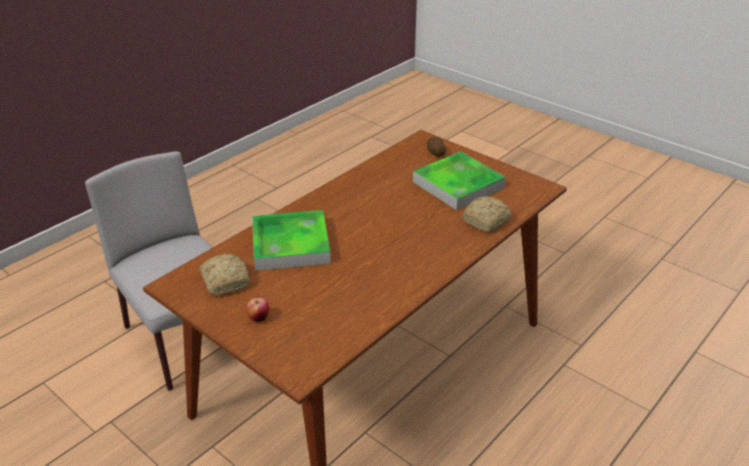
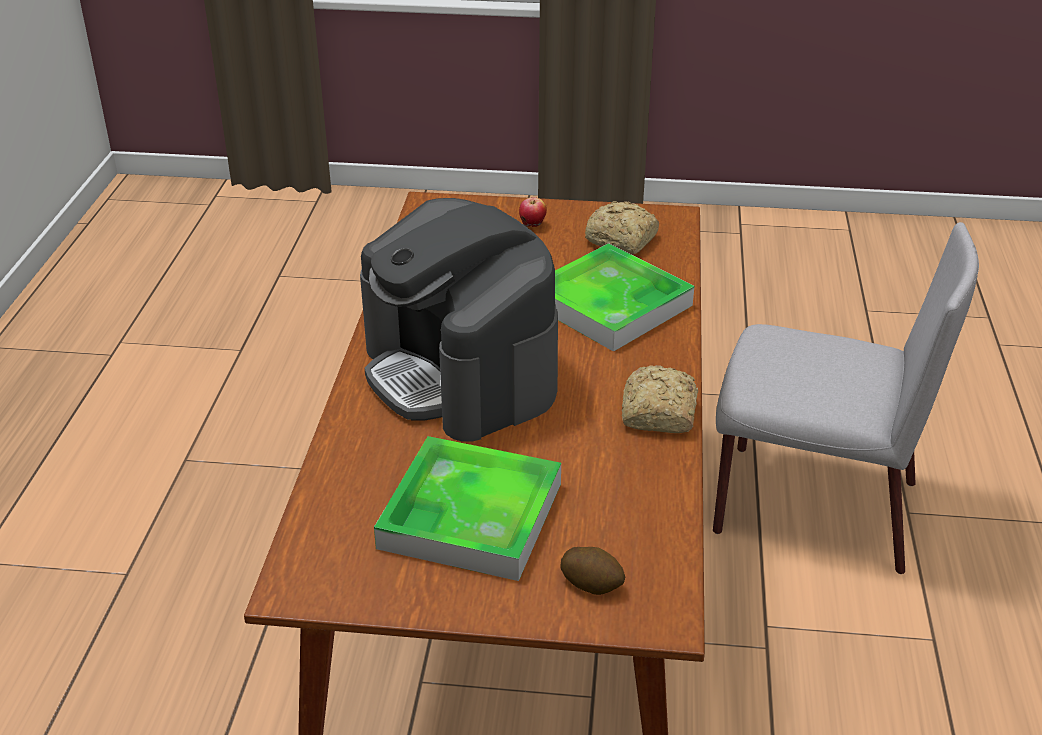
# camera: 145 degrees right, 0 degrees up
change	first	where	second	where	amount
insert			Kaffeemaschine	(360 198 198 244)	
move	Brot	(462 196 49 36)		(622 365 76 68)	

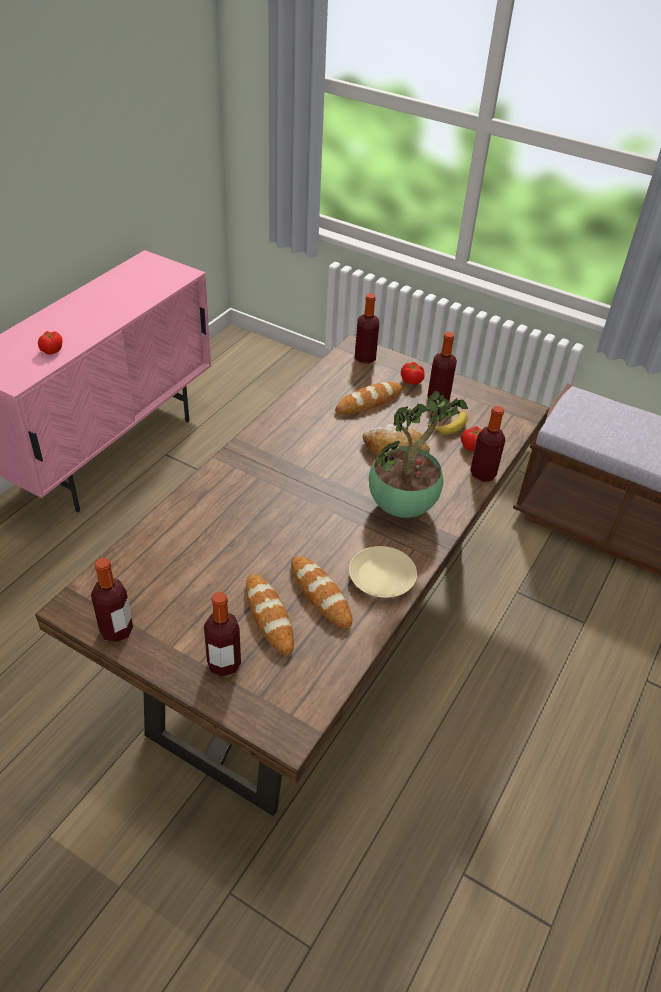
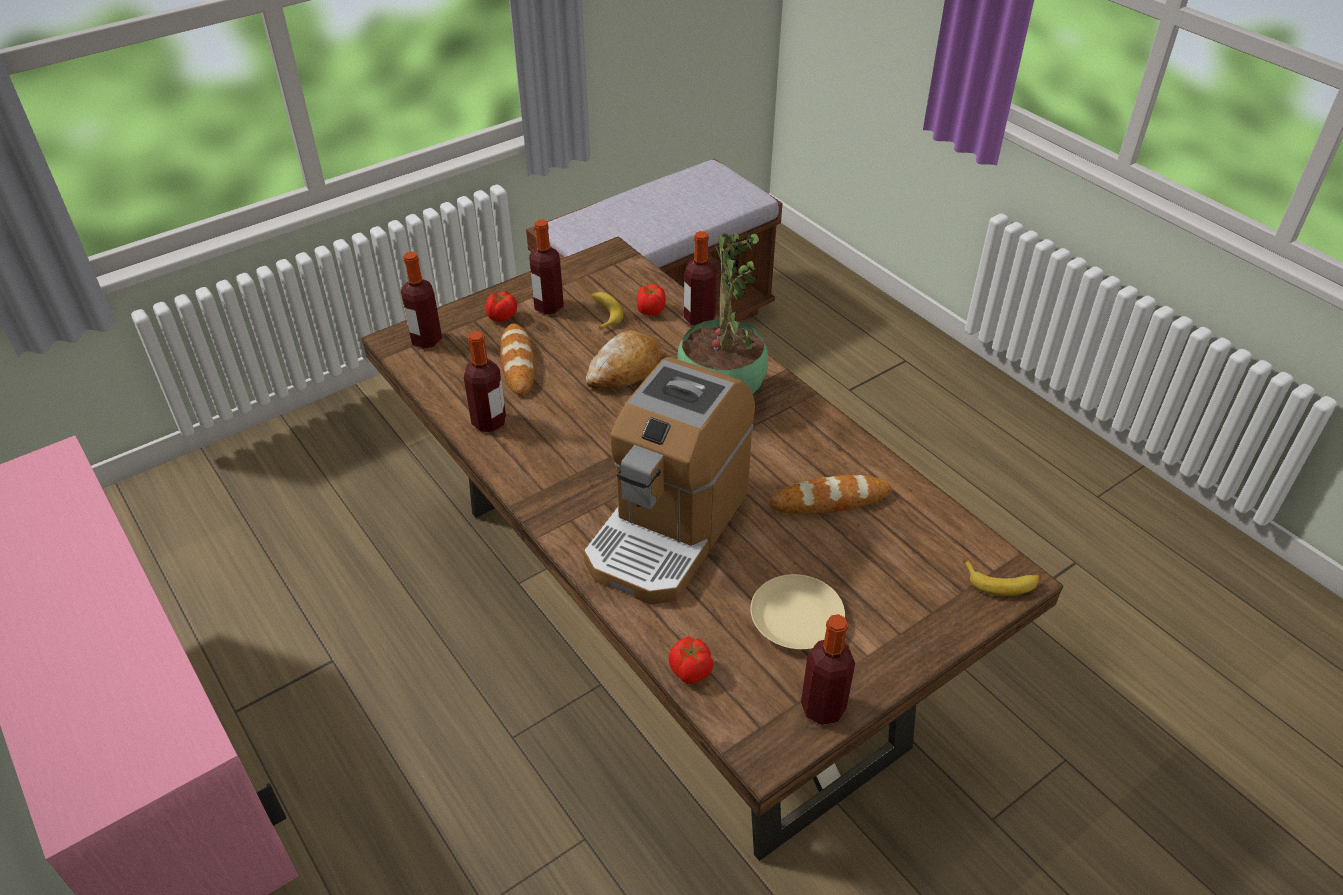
# camera: 65 degrees left, 0 degrees up
change	first	where	second	where	amount
move	Flasche	(204 592 37 85)		(464 331 42 101)	
insert			Kaffeemaschine	(584 357 171 247)	
move	Tomate	(38 331 24 24)		(669 637 45 47)	
move	Teller/beige	(349 546 68 52)		(751 574 94 75)	
insert			Banane	(963 560 78 36)	
delete	Brot	(246 574 48 81)			

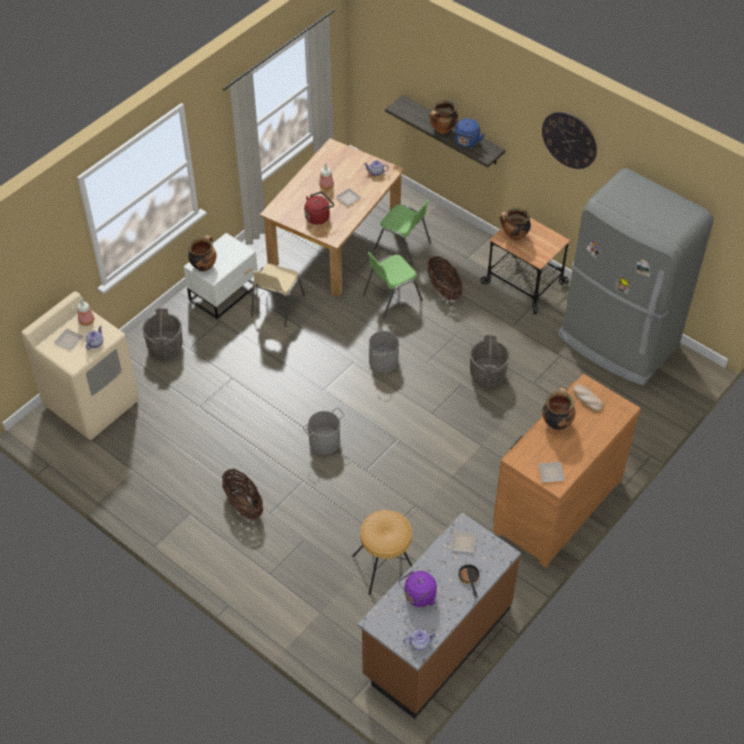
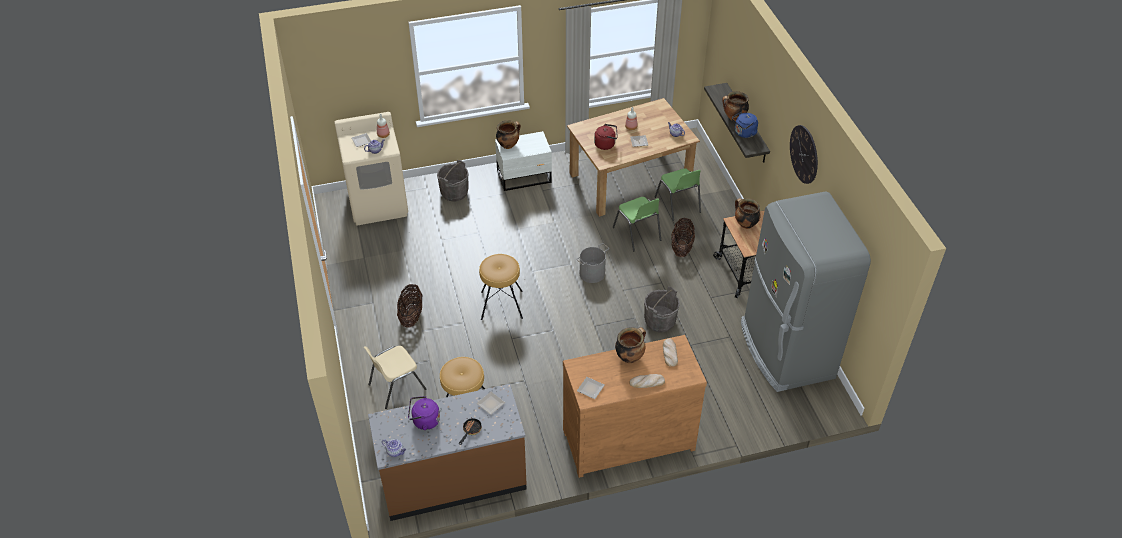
# camera: 35 degrees right, 5 degrees down
change	first	where	second	where	amount
move	Stuhl/beige	(251 264 54 63)		(364 346 62 63)	
replace	Eimer/grau	(302 408 43 47)	Hocker/braun	(479 254 44 66)	
rotate	Stuhl/grün	(363 252 60 66)		(613 197 48 54)	120 degrees counterclockwise
insert			Brot	(629 374 36 14)	

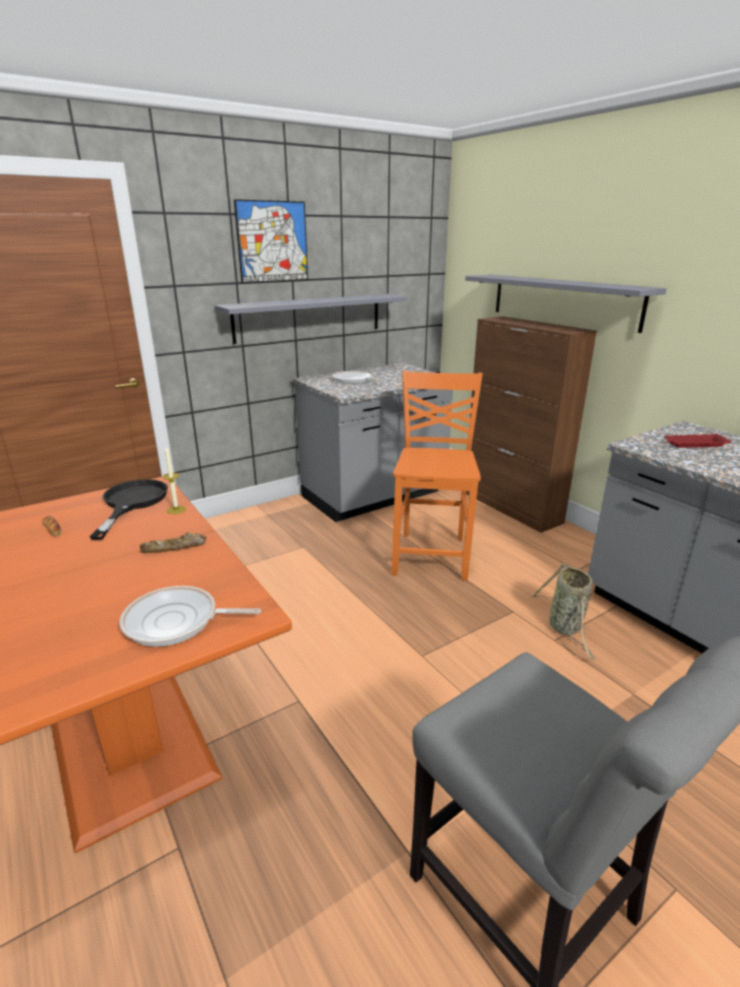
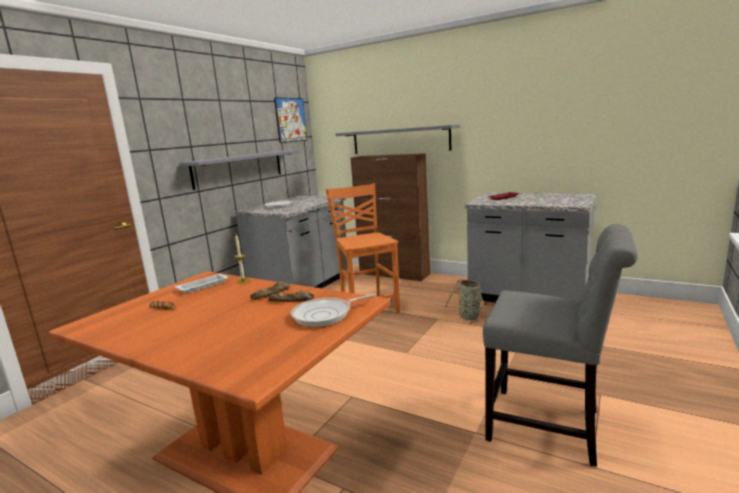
# camera: 25 degrees left, 10 degrees down
change	first	where	second	where	amount
replace	Pfanne/schwarz	(90 479 78 61)	Tablett/weiß	(175 274 53 19)	
insert			Brot	(268 290 46 12)	
move	Bild	(234 199 74 84)		(274 97 33 46)	

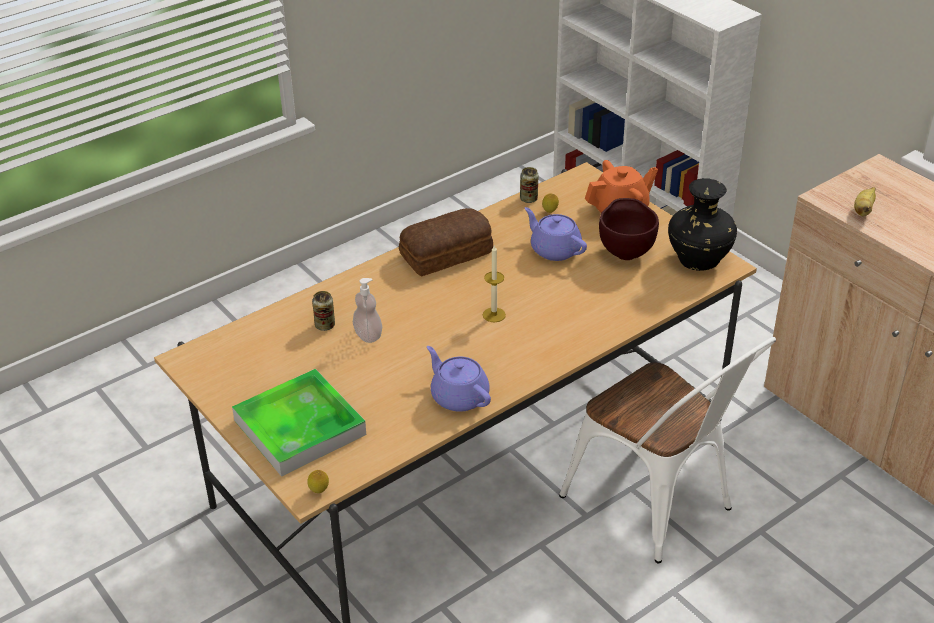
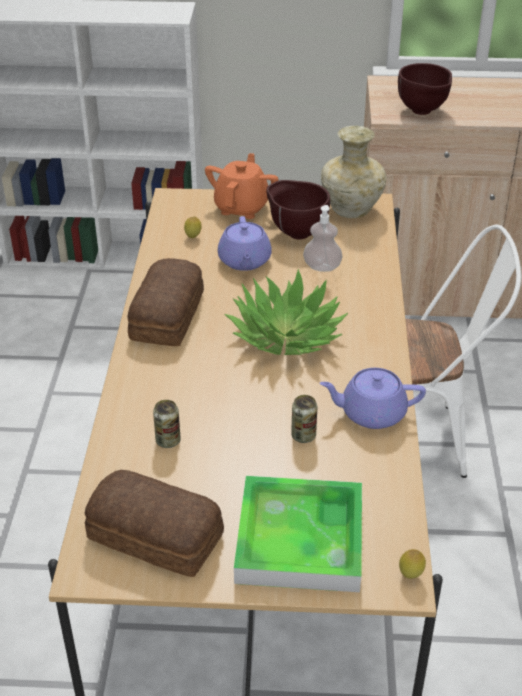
# camera: 50 degrees left, 0 degrees up
change	first	where	second	where	amount
insert			Brot	(85 470 139 107)	
rotate	Teekanne/lila	(524 207 63 54)		(218 216 54 55)	90 degrees counterclockwise
replace	Kerze	(483 244 23 78)	Topfpflanze	(225 269 123 86)	
move	Dose	(520 167 19 36)		(291 395 26 48)	
move	Seifenspender	(353 278 29 65)		(303 205 39 67)	
recolor	Vase/schwarz	(668 178 69 93)	Vase/beige	(321 126 66 92)	
replace	Banane	(854 187 22 29)	Schüssel/braun	(398 63 54 52)	

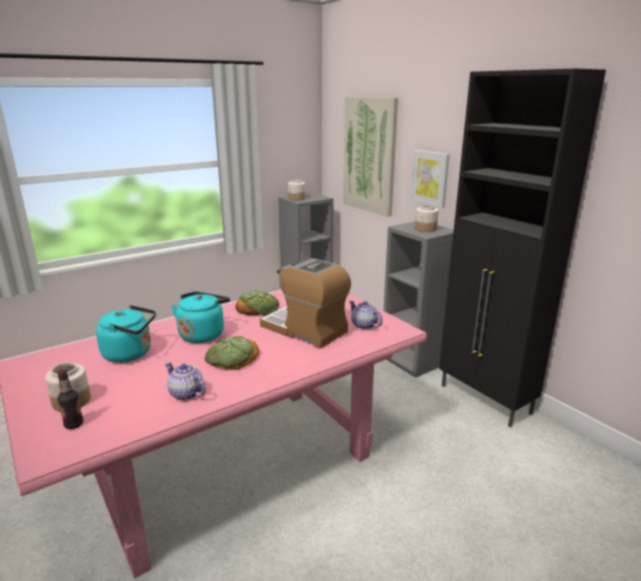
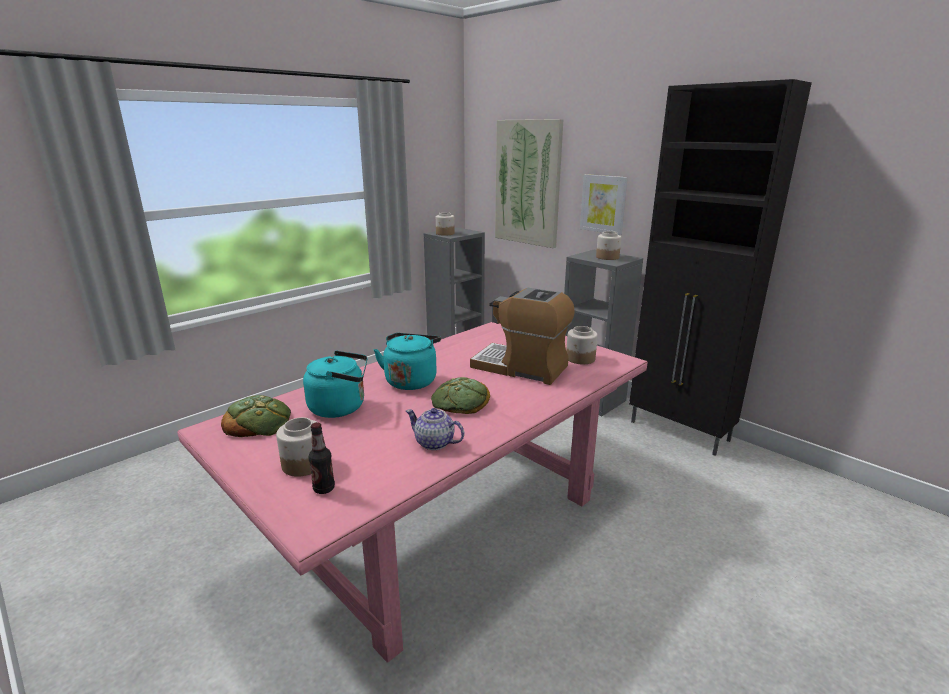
# camera: 10 degrees left, 0 degrees up
change	first	where	second	where	amount
move	Brot	(235 290 44 26)		(221 395 70 42)	
replace	Teekanne	(349 301 34 29)	Vorratsglas	(566 326 32 38)	

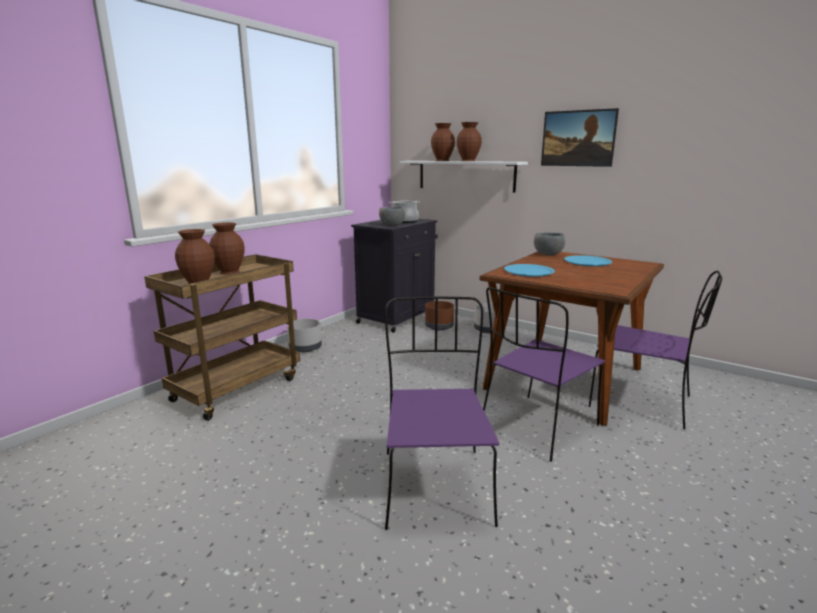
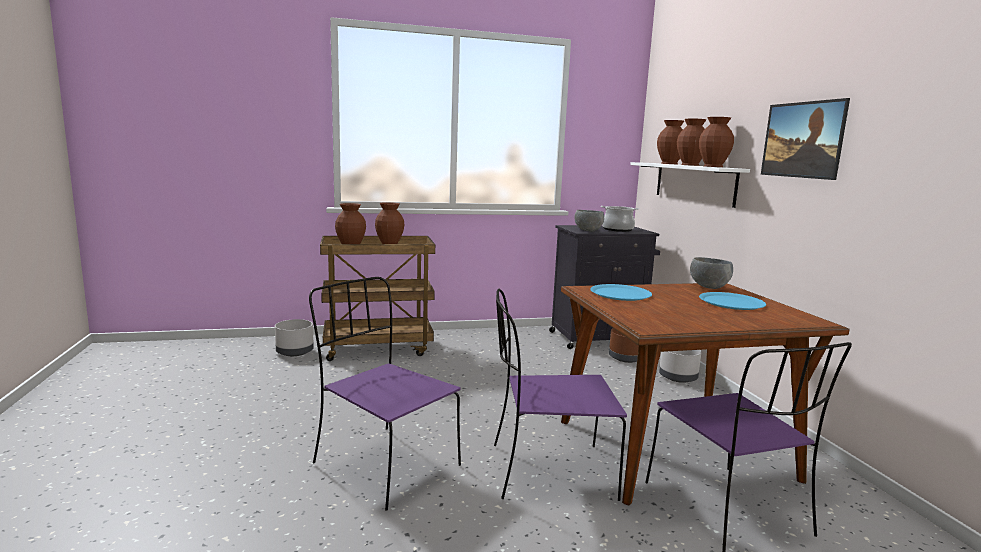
# camera: 40 degrees right, 5 degrees down
change	first	where	second	where	amount
move	Pflanzkübel/grau	(287 319 35 33)		(275 319 39 37)	
rotate	Stuhl/lila	(385 297 114 233)		(309 277 152 234)	90 degrees counterclockwise
insert			Vase/braun	(699 117 35 50)	

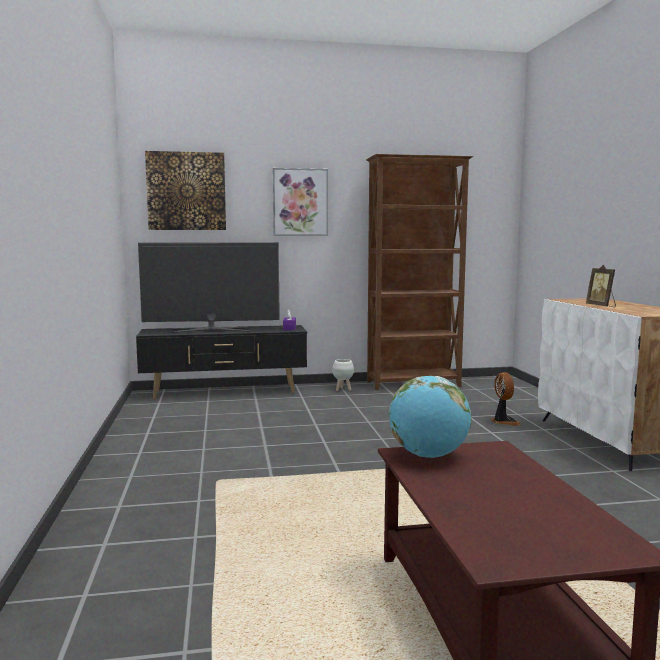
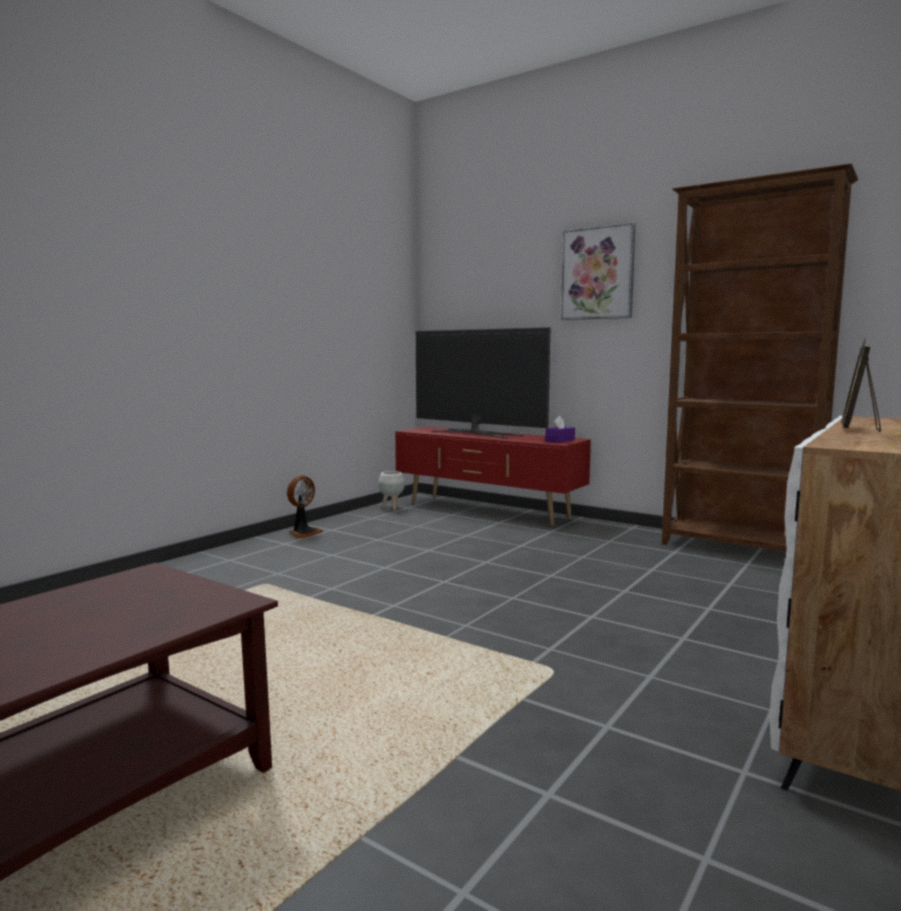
# camera: 45 degrees right, 0 degrees up
change	first	where	second	where	amount
move	Ventilator	(491 372 30 54)		(287 475 36 64)	
move	Pflanzkübel/weiß	(332 359 22 32)		(378 471 27 39)	
recolor	Fernsehschrank/schwarz	(136 325 171 74)	Fernsehschrank/rot	(395 427 196 99)	
delete	Bild	(145 151 81 79)			
delete	Globus	(389 376 82 82)			

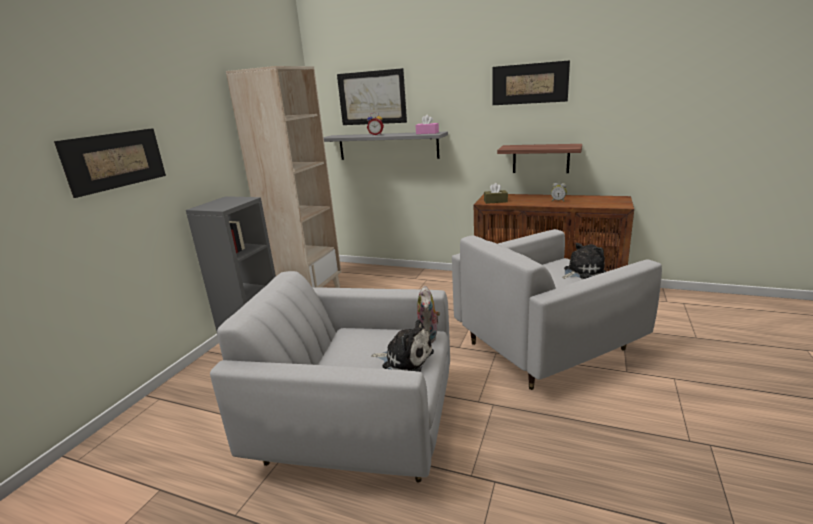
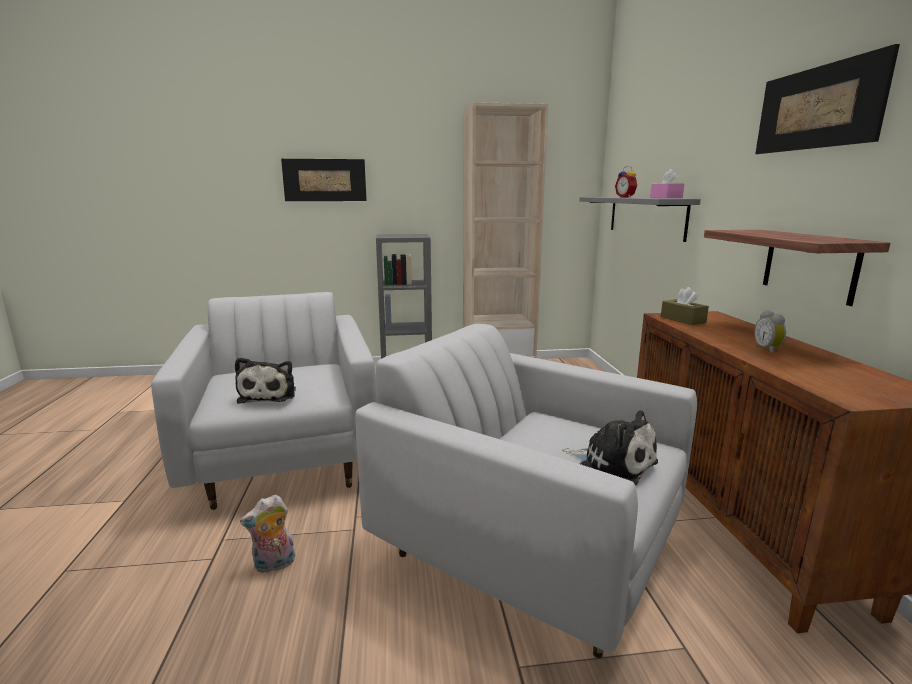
# camera: 60 degrees right, 5 degrees down
change	first	where	second	where	amount
move	Plüschtier	(417 286 23 57)		(240 495 56 78)	
delete	Bild	(337 68 70 57)			

